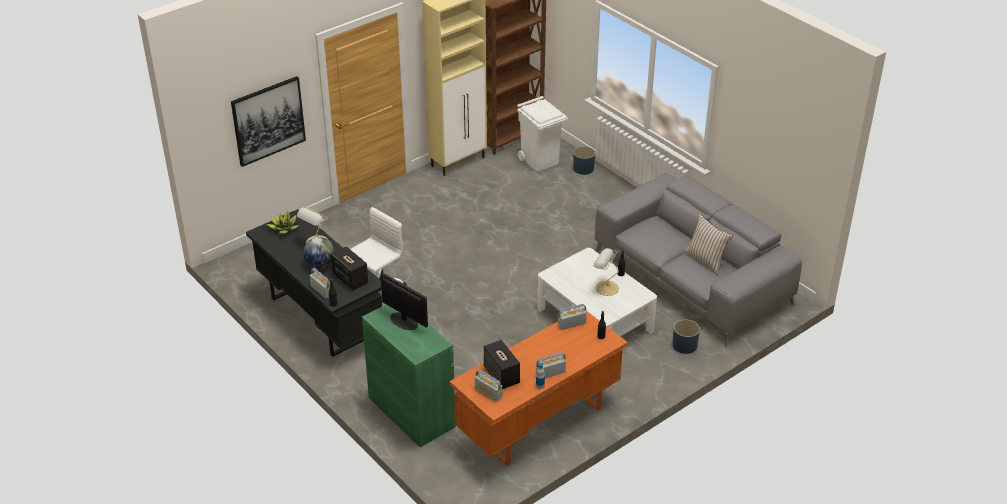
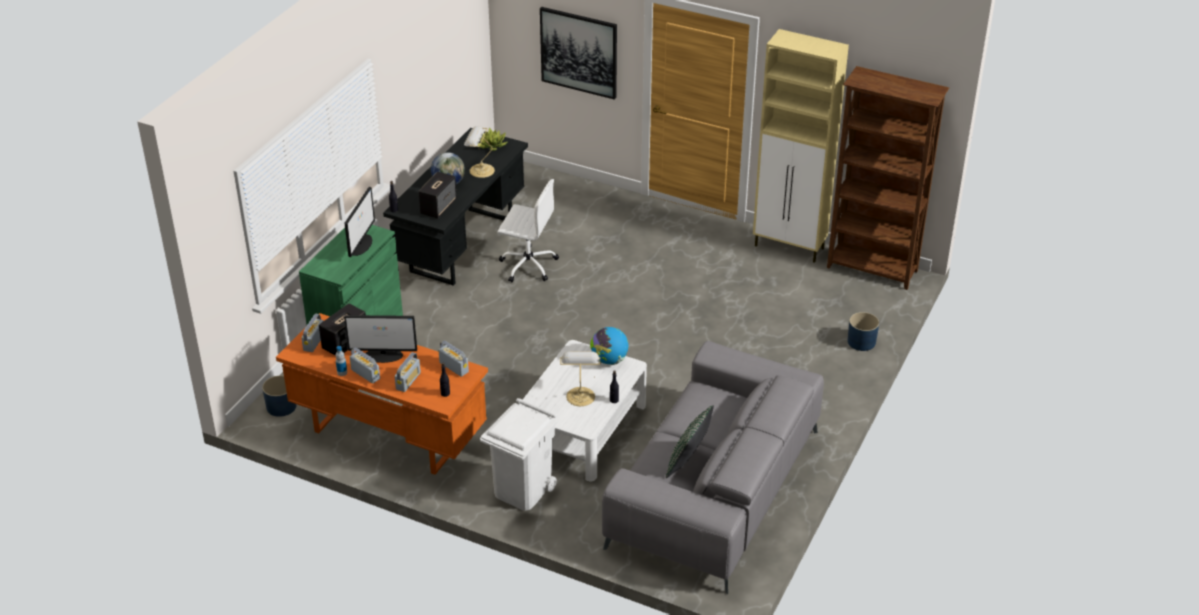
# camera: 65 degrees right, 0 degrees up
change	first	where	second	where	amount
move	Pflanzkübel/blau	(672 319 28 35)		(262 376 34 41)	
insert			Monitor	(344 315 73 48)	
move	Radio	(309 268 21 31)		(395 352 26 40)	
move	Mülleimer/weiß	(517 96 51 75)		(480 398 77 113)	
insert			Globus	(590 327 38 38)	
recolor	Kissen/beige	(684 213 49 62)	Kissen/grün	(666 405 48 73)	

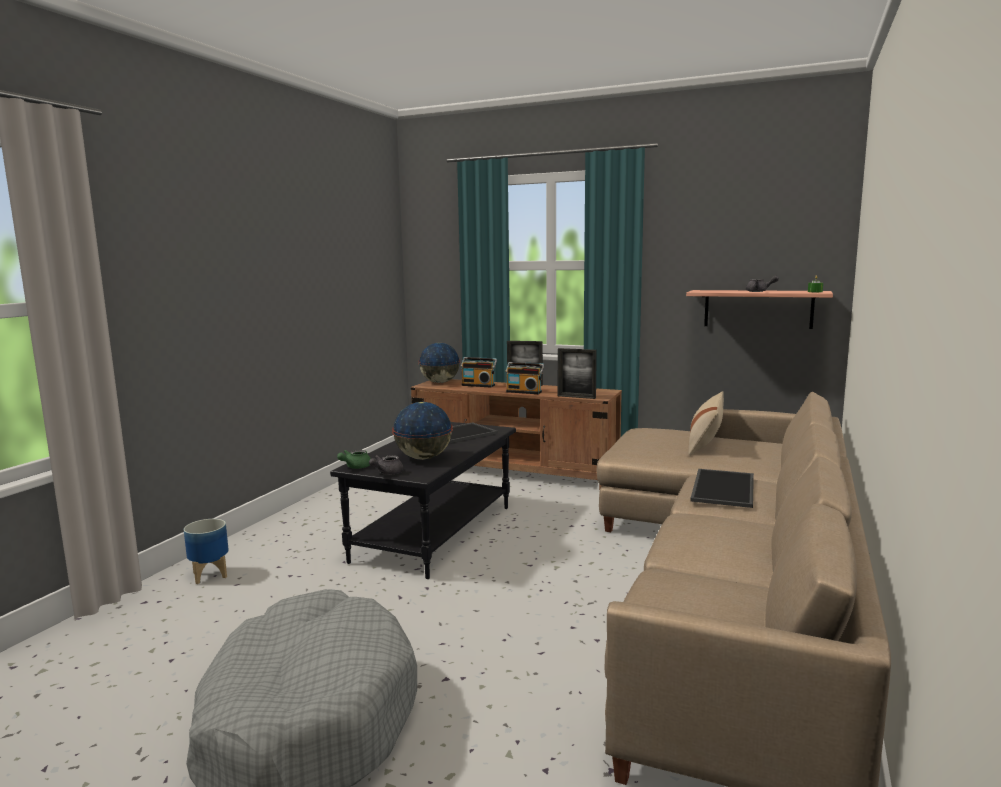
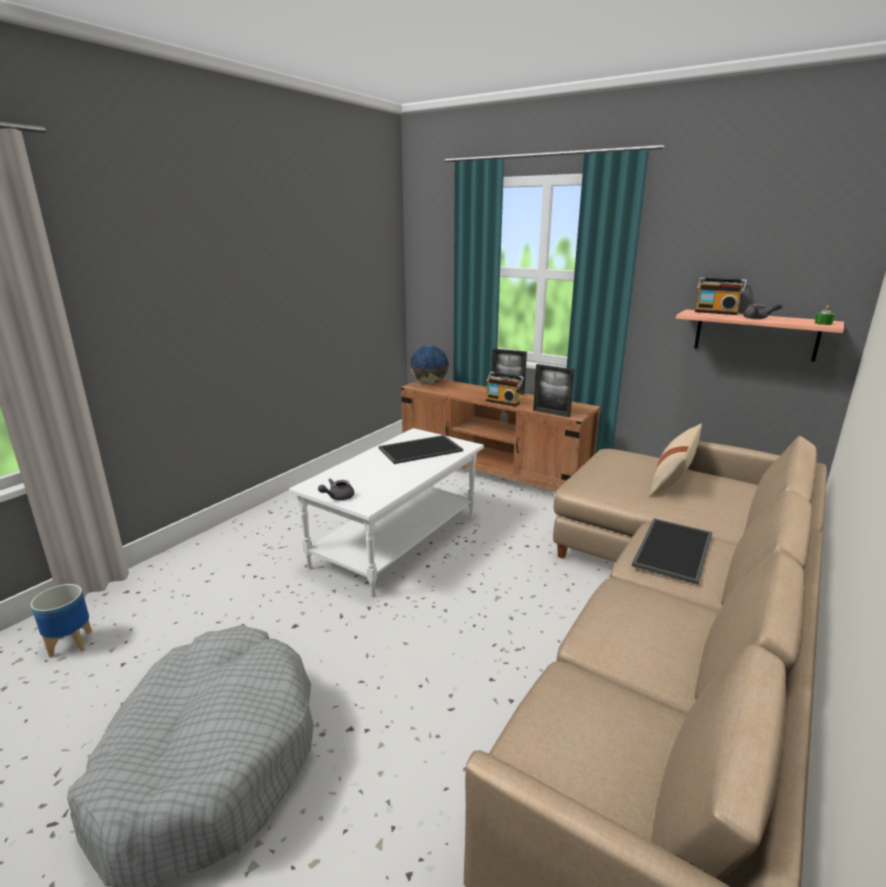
# camera: 10 degrees right, 10 degrees up
change	first	where	second	where	amount
move	Pflanzkübel	(184 519 45 65)		(31 584 61 74)	
recolor	Couchtisch/schwarz	(330 422 186 157)	Couchtisch/weiß	(289 428 195 169)	
move	Radio	(461 357 36 31)		(695 277 52 38)	
delete	Teekanne/grün	(337 450 34 19)			
delete	Globus	(392 402 61 58)			

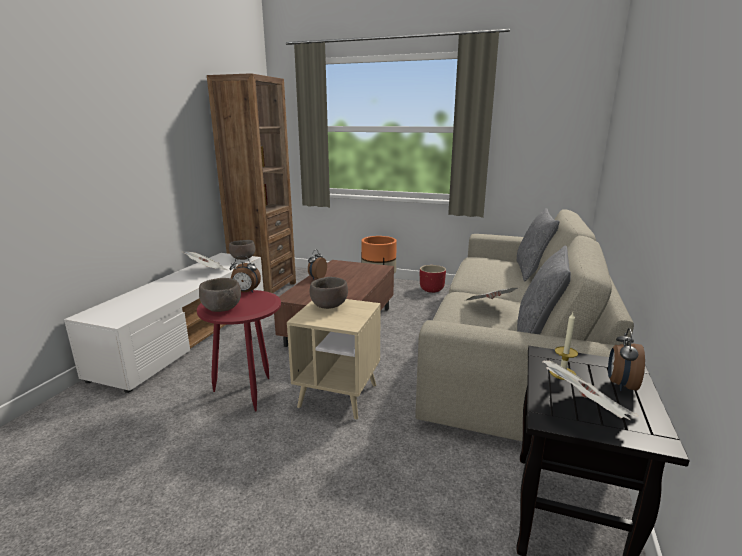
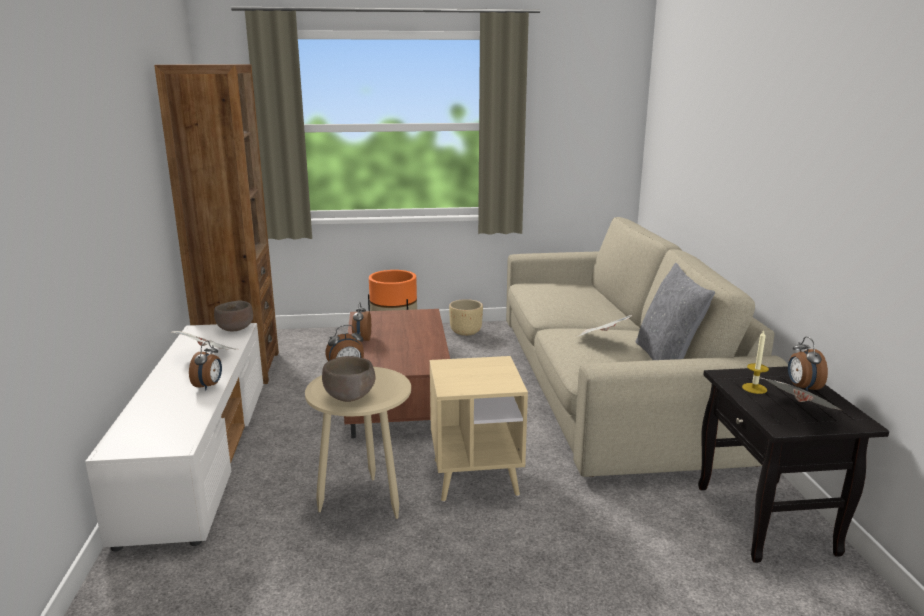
# camera: 25 degrees left, 0 degrees up
change	first	where	second	where	amount
insert			Wecker	(189 341 33 49)	
recolor	Beistelltisch/rot	(197 290 84 121)	Beistelltisch/beige	(305 367 106 152)	
recolor	Pflanzkübel/rot	(420 265 26 28)	Pflanzkübel/beige	(449 299 34 37)	
delete	Schüssel/braun	(310 277 38 32)			
delete	Kissen/grau	(516 208 44 73)			

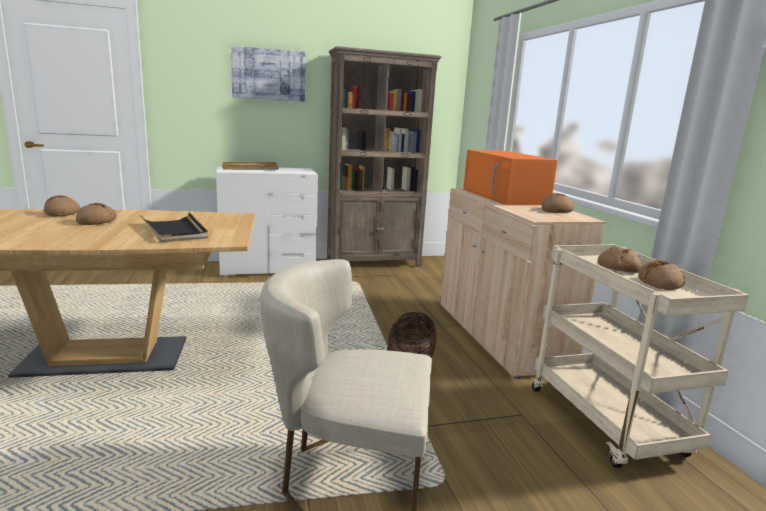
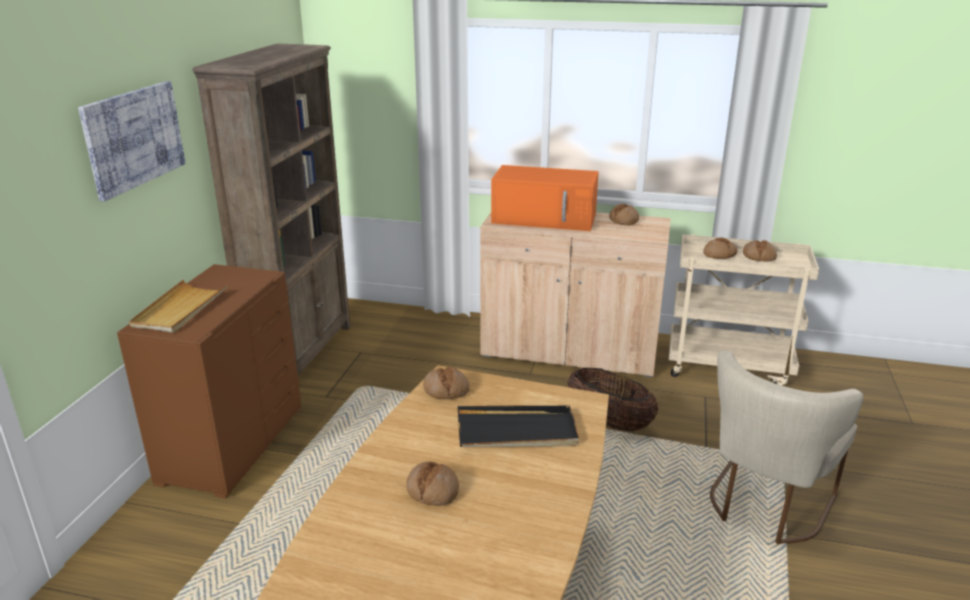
# camera: 60 degrees left, 10 degrees up
change	first	where	second	where	amount
recolor	Kommode/weiß	(216 166 102 111)	Kommode/braun	(117 264 184 235)	
move	Brot	(44 195 37 22)		(423 366 47 33)	

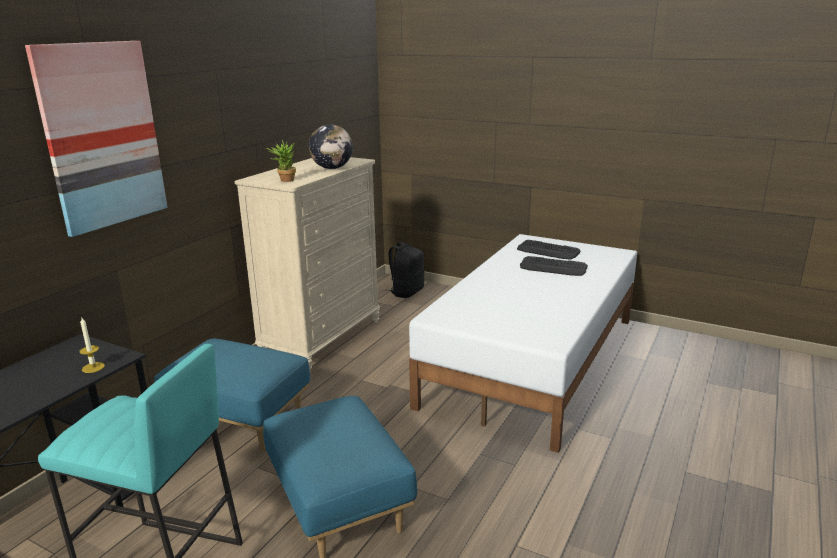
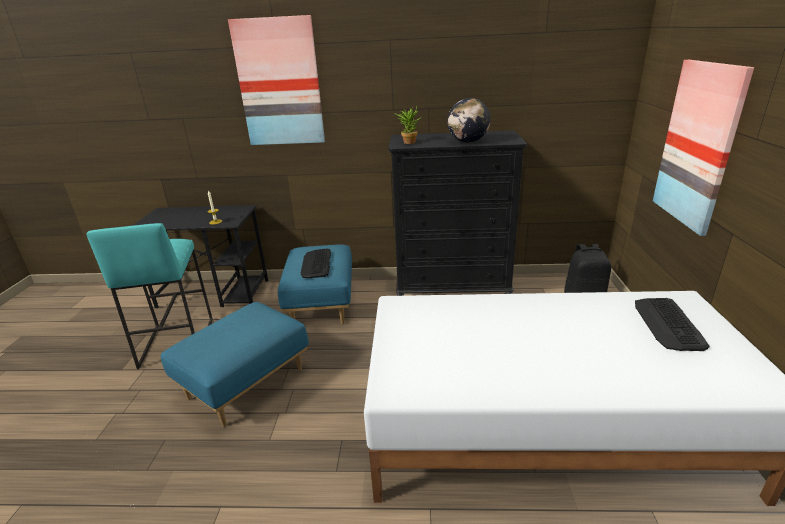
# camera: 65 degrees right, 5 degrees up
change	first	where	second	where	amount
move	Tastatur	(520 256 68 20)		(300 249 31 29)	
recolor	Kommode/beige	(234 157 146 213)	Kommode/schwarz	(388 130 139 166)	
insert			Bild	(653 60 101 176)	

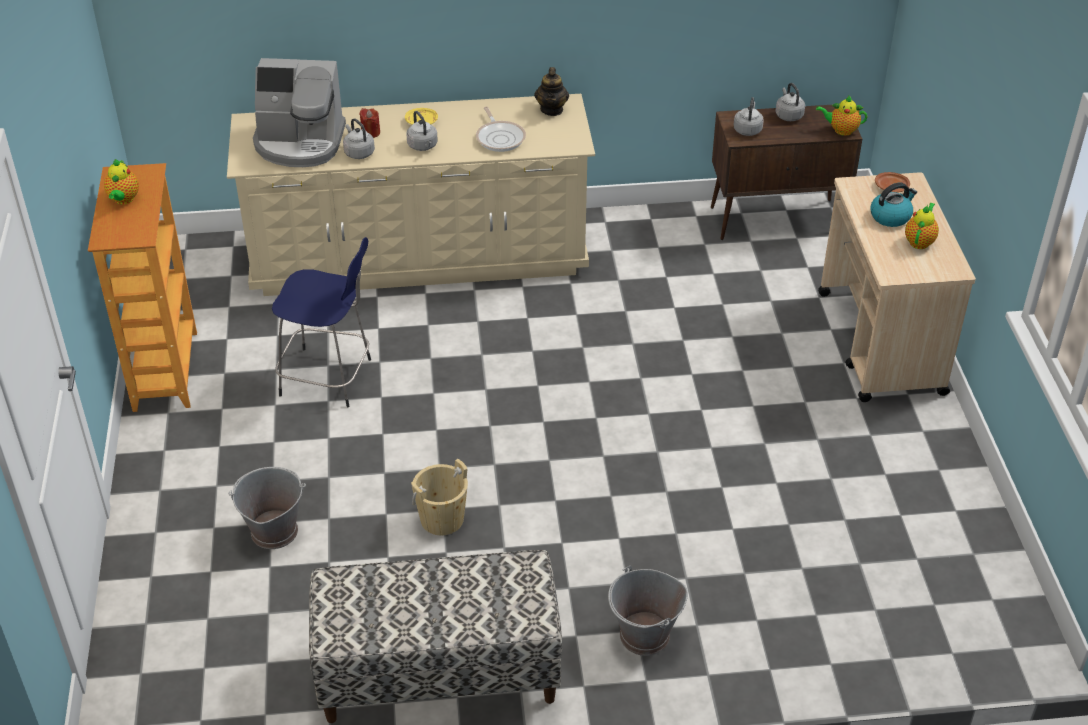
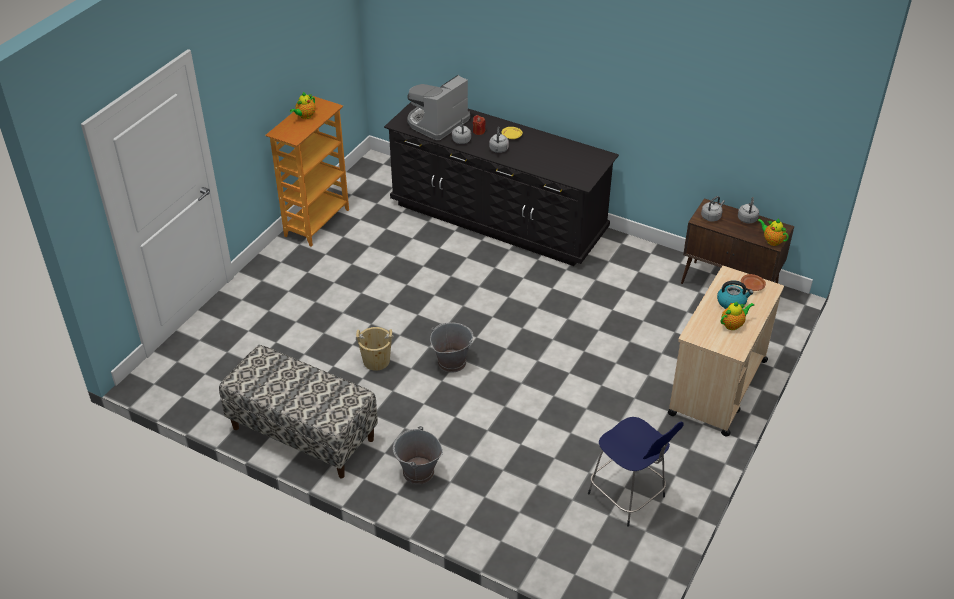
# camera: 35 degrees right, 0 degrees up
change	first	where	second	where	amount
recolor	Kommode/beige	(227 94 368 202)	Kommode/schwarz	(384 102 235 164)	
rotate	Kaffeemaschine	(253 58 93 109)		(407 75 63 65)	90 degrees clockwise
move	Eimer/grau	(228 467 78 82)		(430 322 43 51)	
move	Hocker/blau	(272 237 99 170)		(588 417 96 110)	
delete	Pfanne	(476 107 50 45)			
delete	Teekanne	(534 67 35 49)			

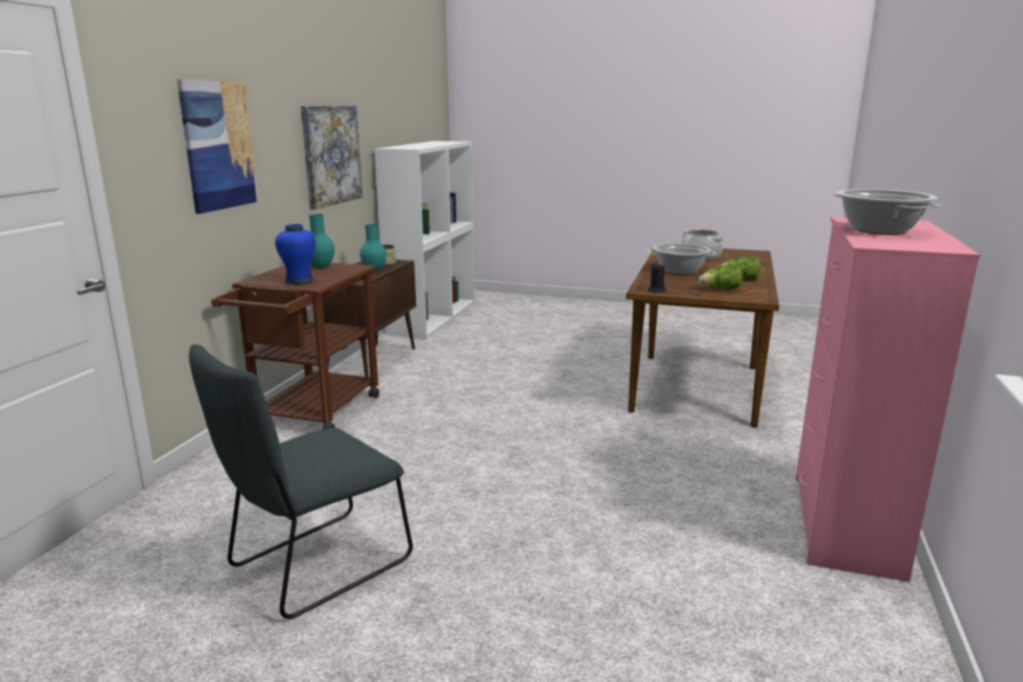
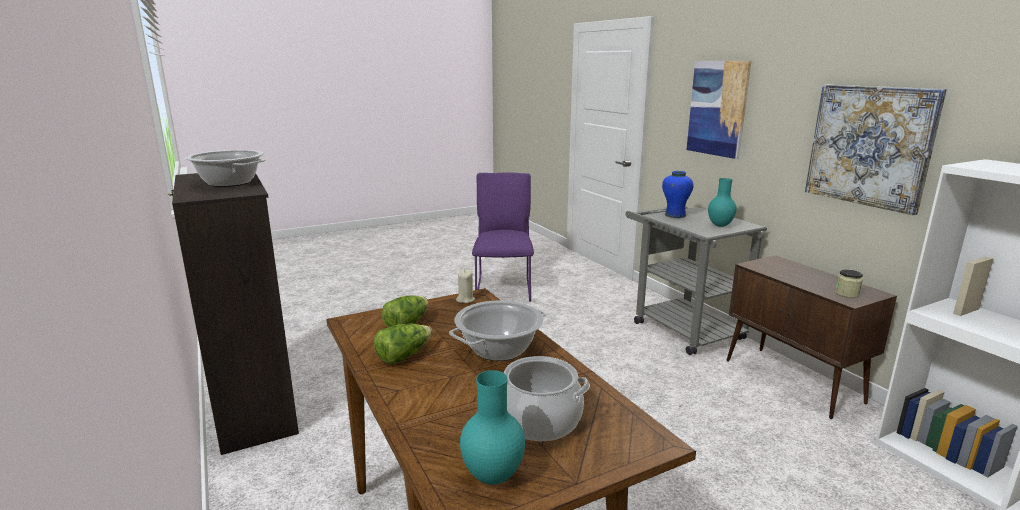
# camera: 135 degrees right, 0 degrees up
change	first	where	second	where	amount
recolor	Kommode/rosa	(796 217 184 365)	Kommode/schwarz	(168 173 131 282)	
recolor	Kerze/schwarz	(648 263 18 30)	Kerze/beige	(456 270 19 33)	
move	Vase/türkis	(360 224 26 47)		(460 370 65 115)	
recolor	Stuhl/grau	(189 345 224 274)	Stuhl/lila	(472 172 62 130)	
recolor	Rollwagen/braun	(211 263 168 167)	Rollwagen/grau	(626 207 141 148)	

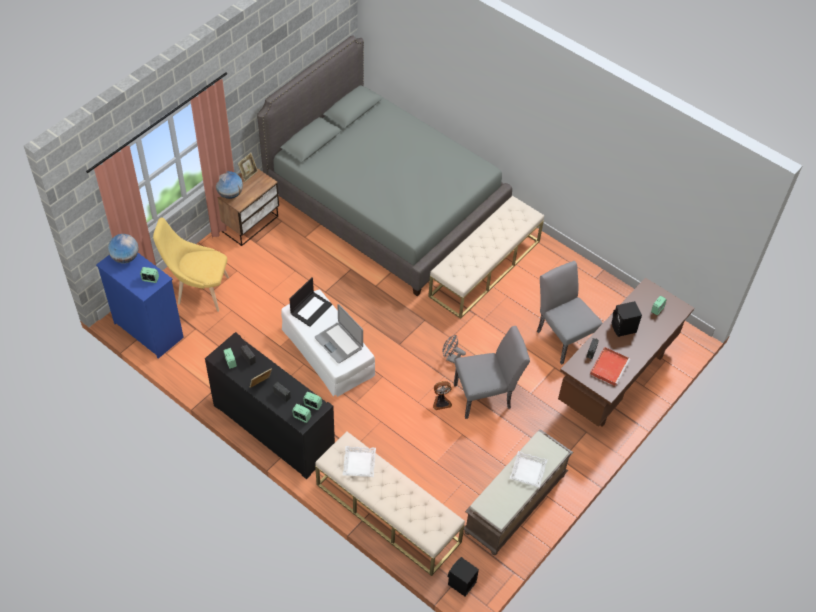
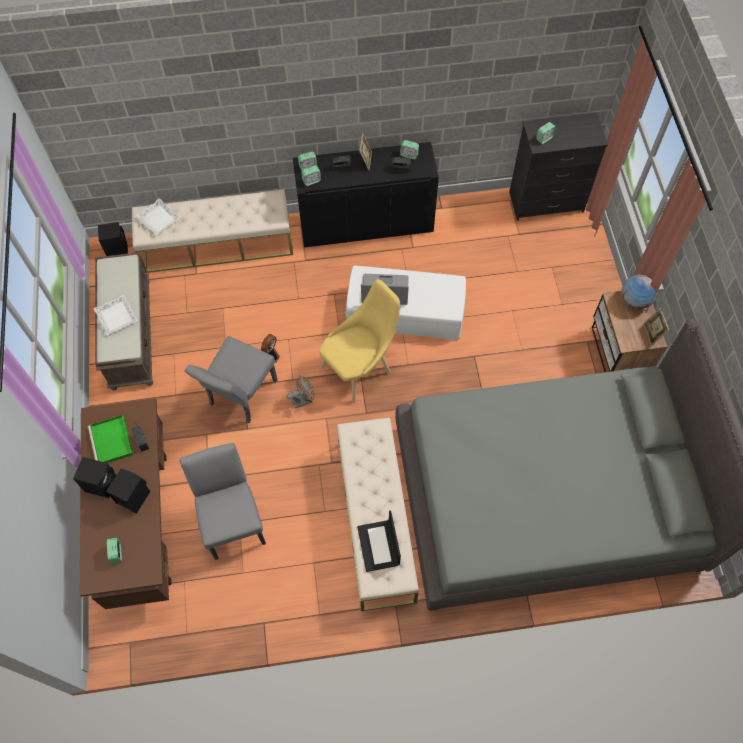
# camera: 135 degrees right, 10 degrees up
change	first	where	second	where	amount
insert			Lautsprecher/schwarz	(73 457 43 41)	
recolor	Tablett/rot	(590 347 41 39)	Tablett/grün	(88 415 45 48)	
move	Tablett/weiß	(343 446 33 31)		(135 198 45 37)	
rotate	Stuhl/grau	(537 261 66 104)		(180 443 86 117)	120 degrees counterclockwise
move	Stuhl/gelb	(153 217 76 95)		(319 279 81 125)	
move	Laptop	(289 277 43 50)		(357 510 44 62)	
recolor	Kommode/blau	(96 253 88 106)	Kommode/schwarz	(509 113 99 108)	
delete	Globus	(108 234 31 29)			

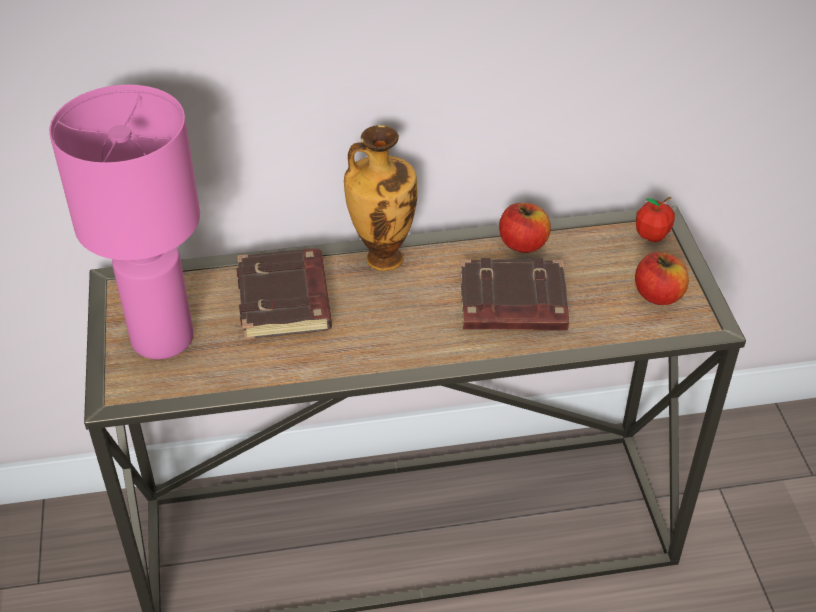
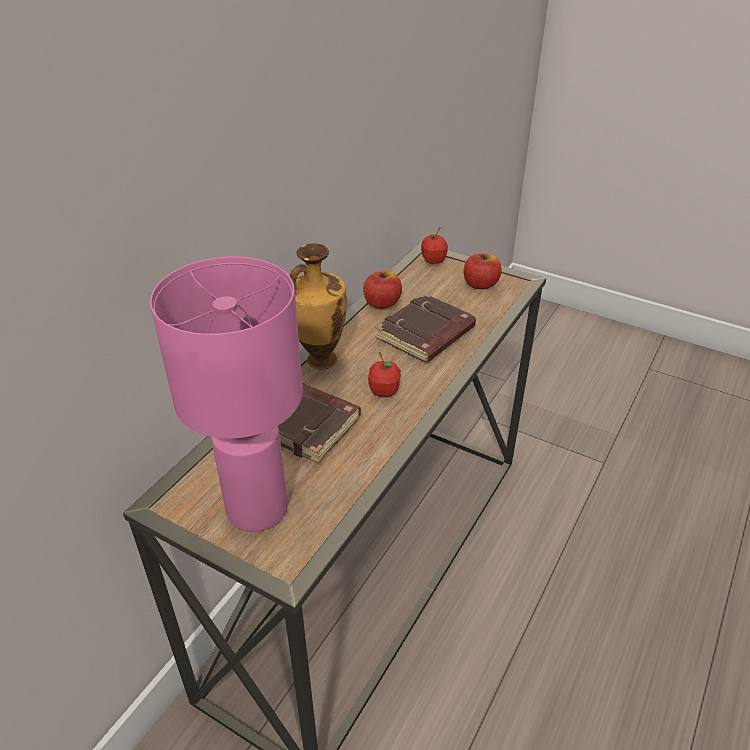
# camera: 50 degrees left, 5 degrees down
change	first	where	second	where	amount
insert			Apfel	(368 352 33 45)	

